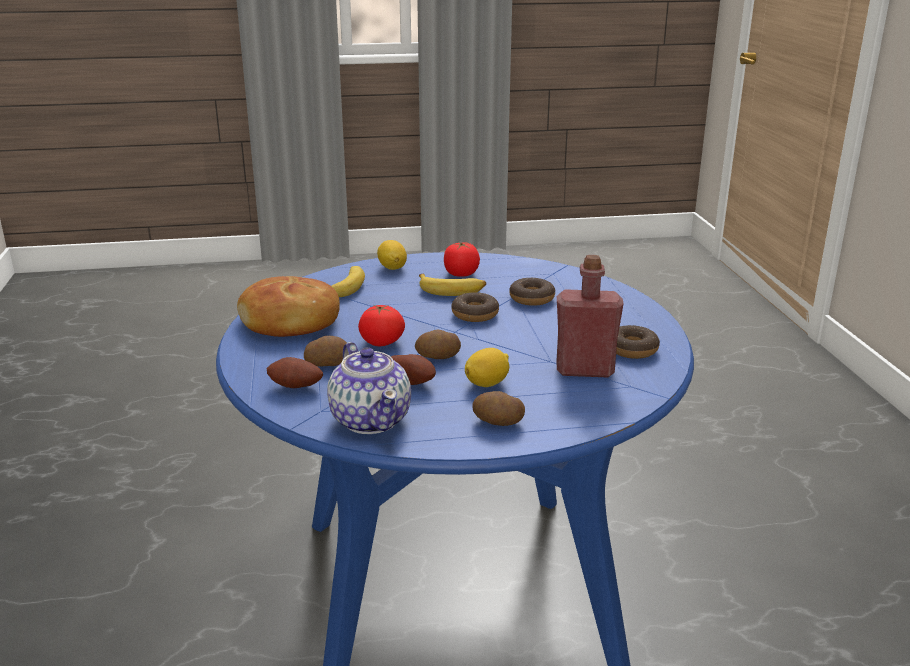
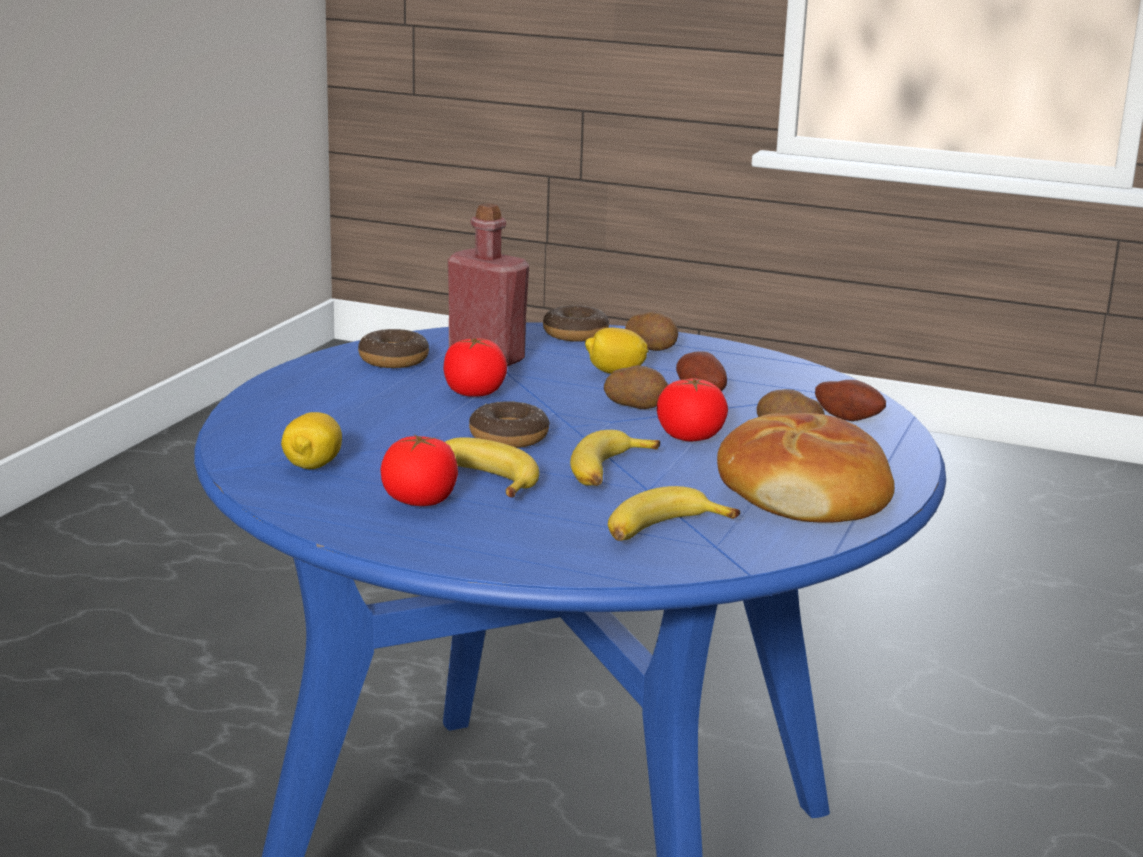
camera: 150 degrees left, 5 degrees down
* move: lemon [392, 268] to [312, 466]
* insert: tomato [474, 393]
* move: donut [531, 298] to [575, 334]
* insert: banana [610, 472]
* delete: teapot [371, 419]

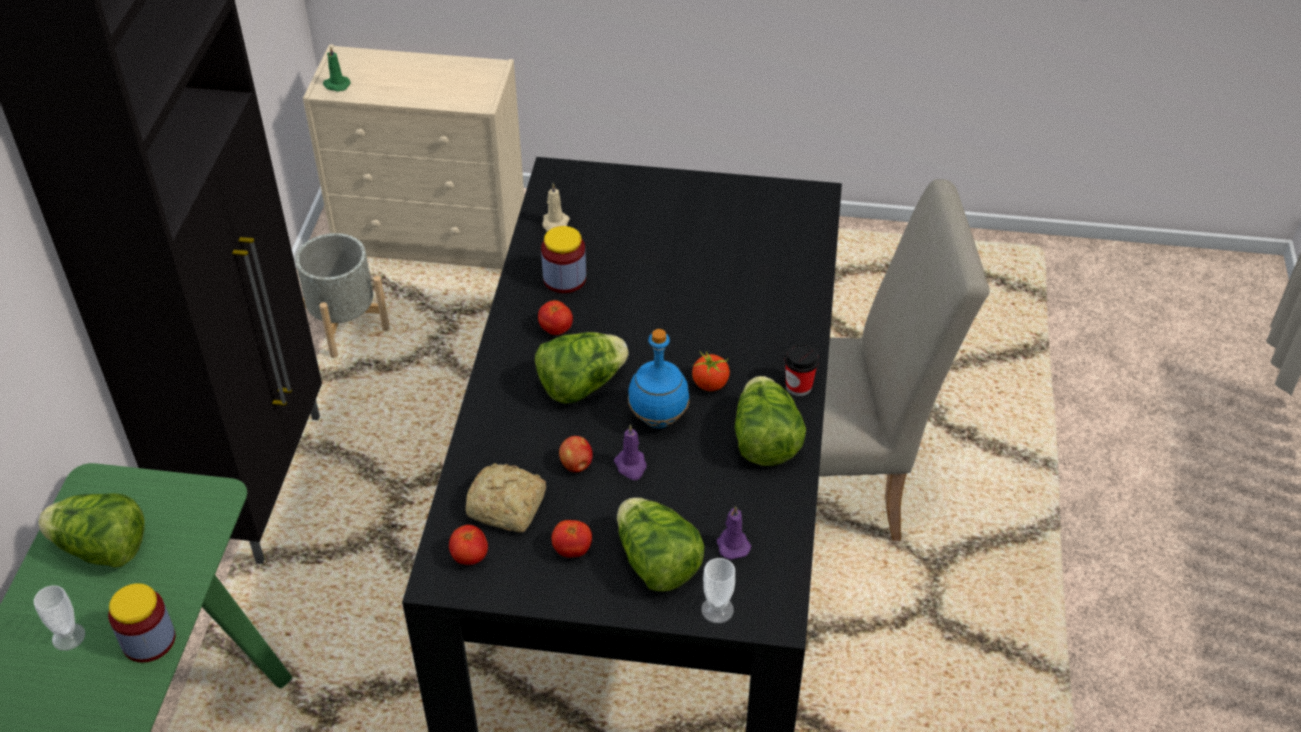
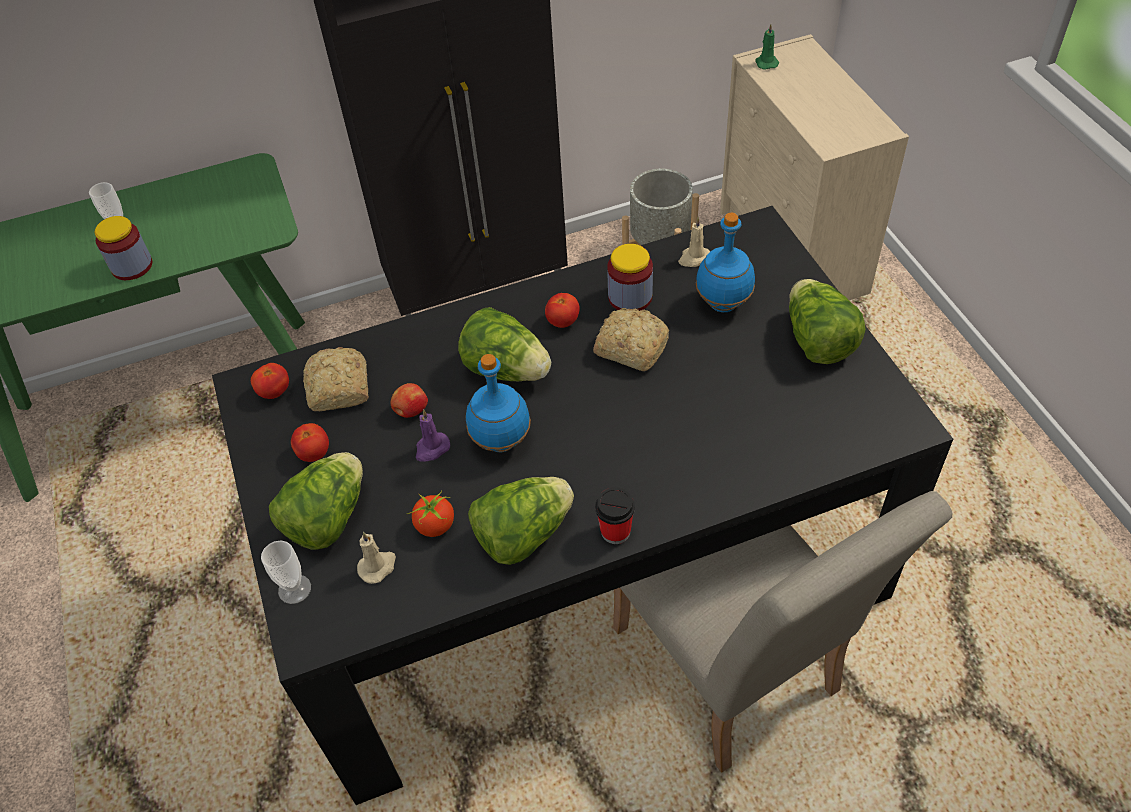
camera: 65 degrees right, 5 degrees up
* recolor: candle/purple [732, 544] to candle/beige [378, 566]
* move: tomato [710, 384] to [435, 526]
* insert: bread [630, 347]
* insert: bottle/blue [724, 304]
* move: lettuce [102, 549] to [817, 341]

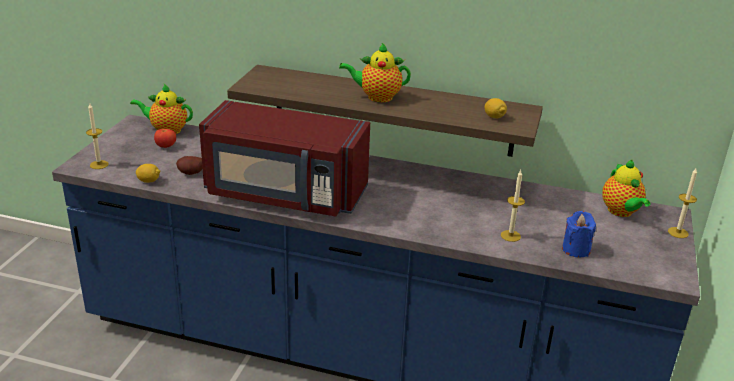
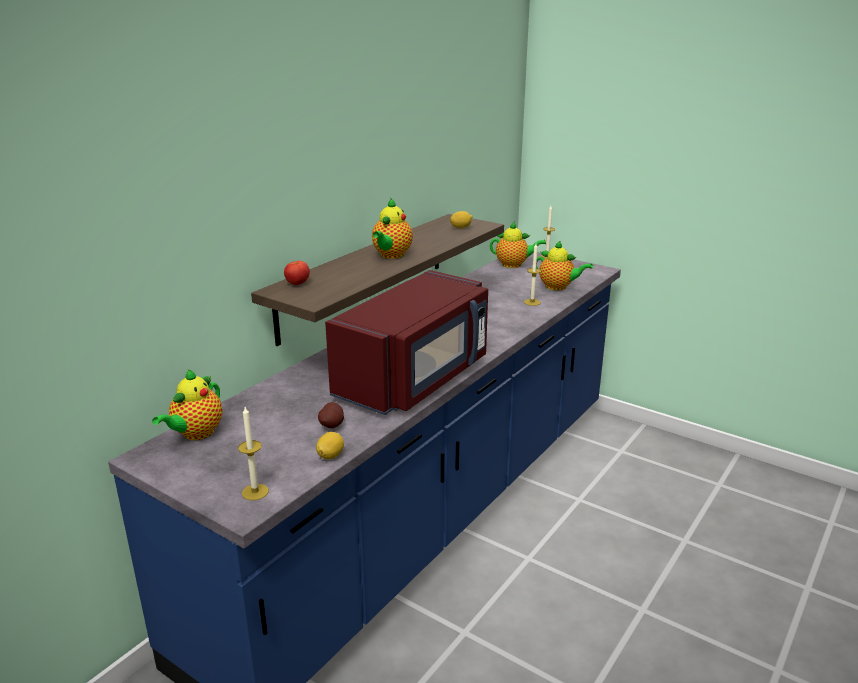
camera: 70 degrees left, 5 degrees down
* move: tomato [166, 146] to [297, 283]
* replace: candle/blue [576, 249] to teapot [558, 287]

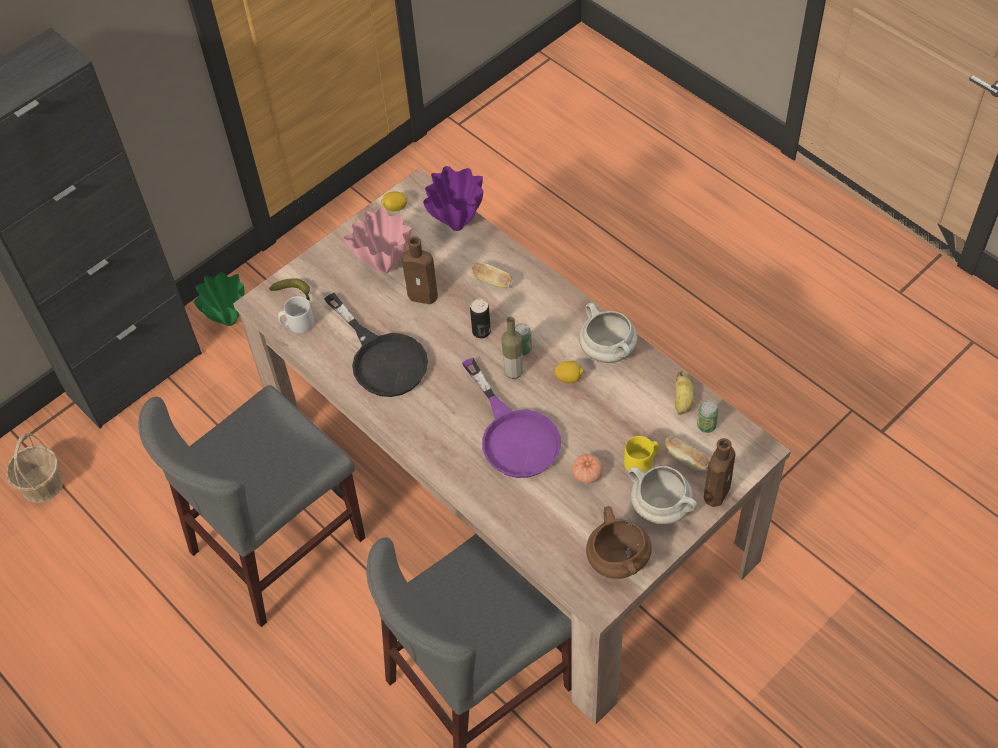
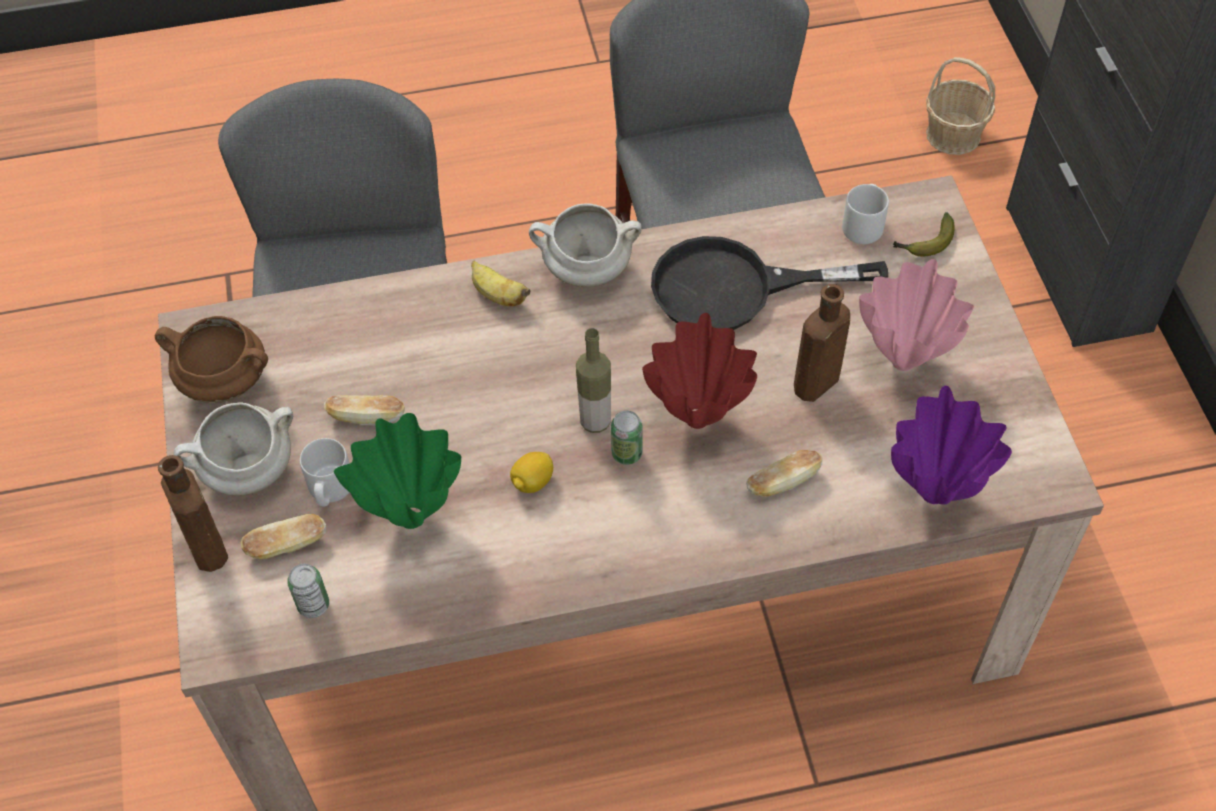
camera: 120 degrees right, 0 degrees up
* recolor: mug/yellow [641, 462] to mug/grey [329, 489]
* replace: tomato [587, 474] to bread [367, 417]
* move: vase/green [229, 320] to [413, 517]
* move: banana [682, 401] to [498, 295]
* move: cooking pot/white [608, 350] to [586, 270]
* replace: can [481, 331] to vase/red [697, 420]
* delete: lemon [395, 208]
* delete: frying pan/purple [514, 435]

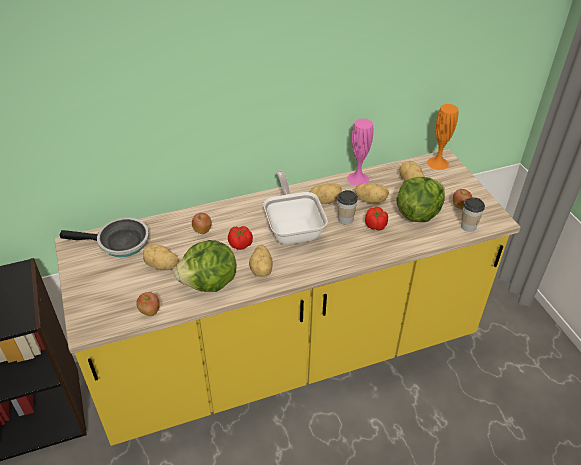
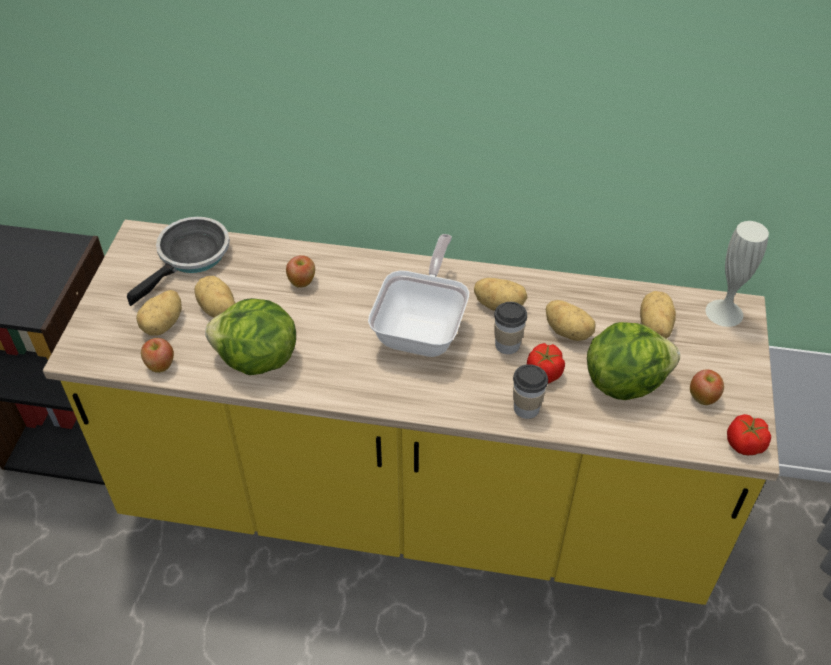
camera: 30 degrees right, 5 degrees up
* rotate: frying pan [119, 243] = [191, 257] 90 degrees counterclockwise
* move: potato [262, 269] to [164, 324]
* move: cup [468, 226] to [526, 408]
* recolor: vase/orange [437, 163] to vase/white [724, 313]
* move: tomato [240, 244] to [745, 444]
* delete: vase/pink [358, 178]

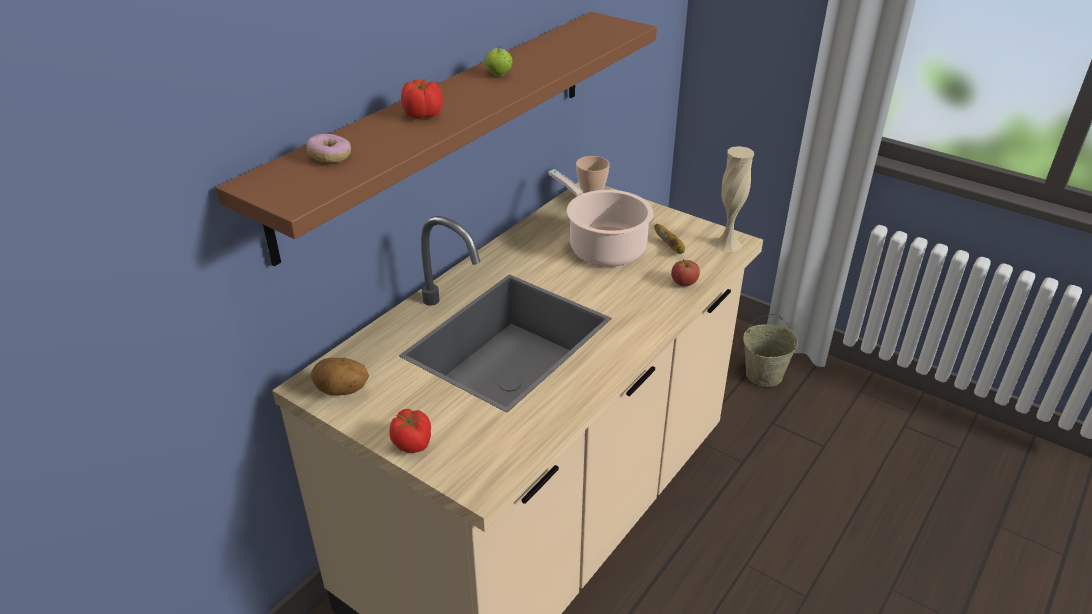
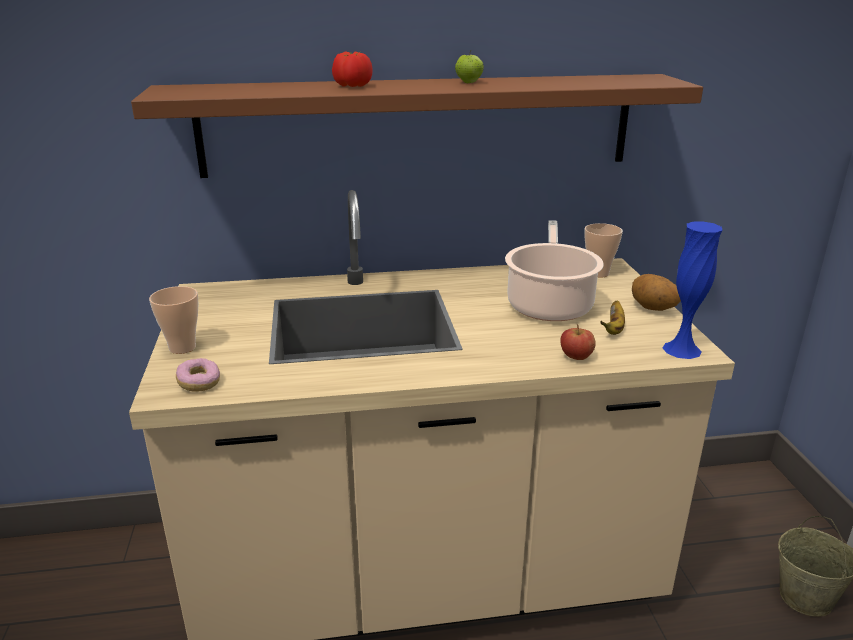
camera: 45 degrees right, 10 degrees down
* replace: tomato [412, 443] to cup [182, 348]
* move: donut [330, 157] to [199, 383]
* move: potato [342, 391] to [652, 309]
* recolor: vase/beige [727, 244] to vase/blue [681, 349]

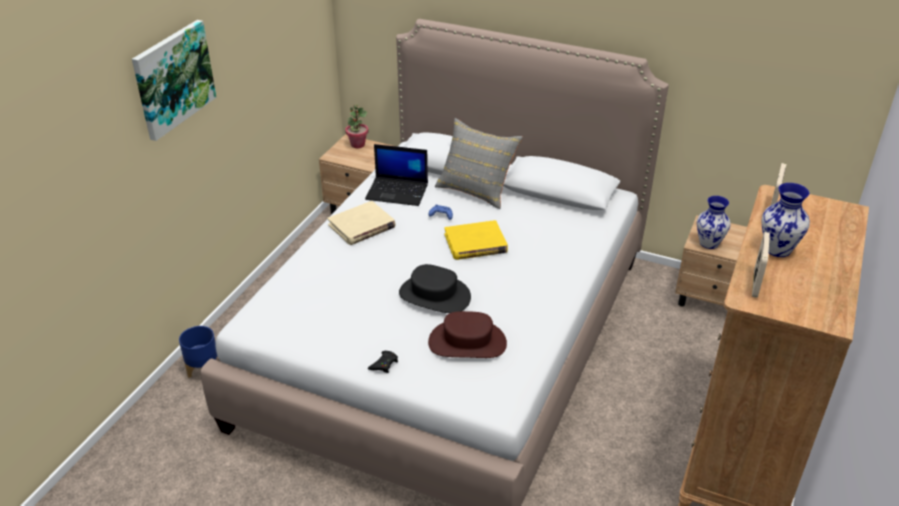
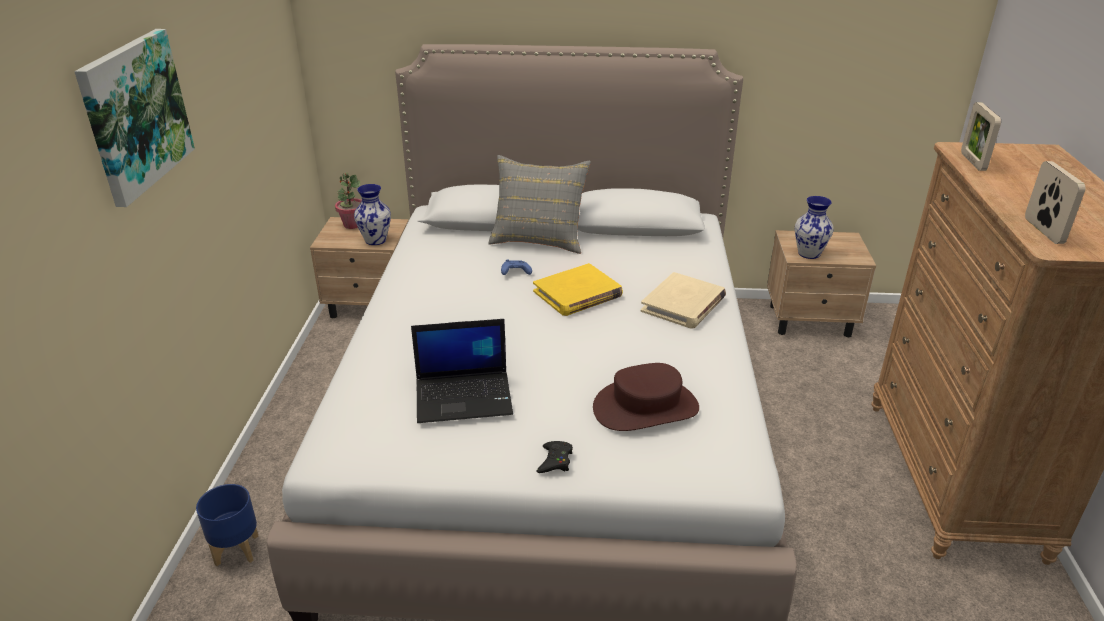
camera: 20 degrees left, 5 degrees down
* move: vase [777, 249] to [375, 240]
* move: laptop [398, 191] to [465, 396]
* move: book/beige [362, 226] to [683, 304]
* delete: hat/black [434, 295]

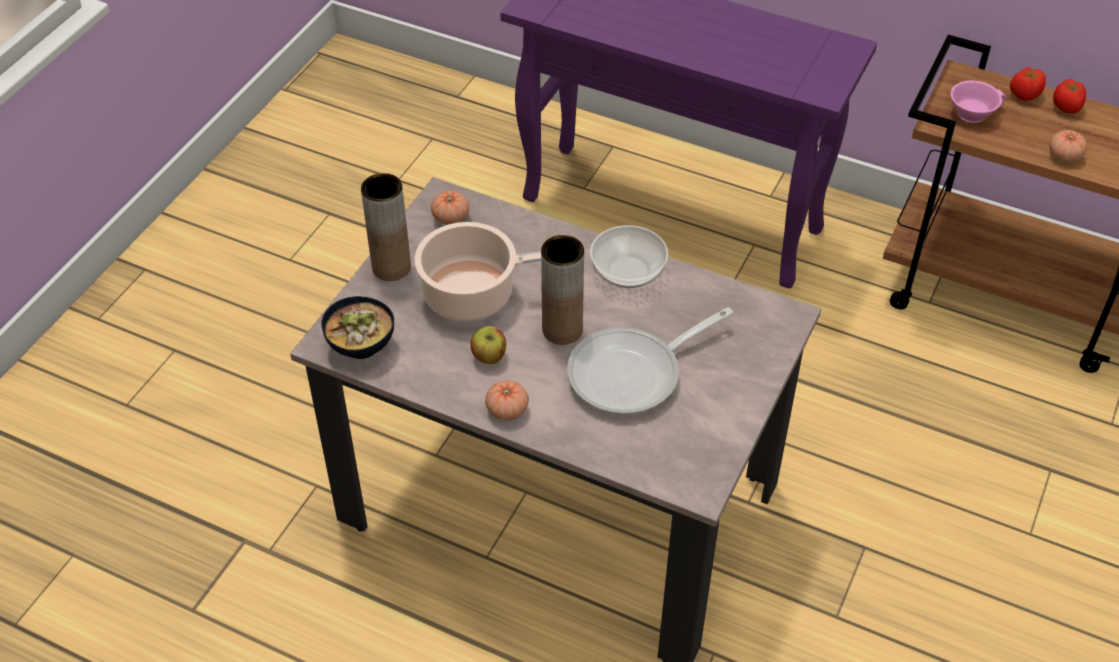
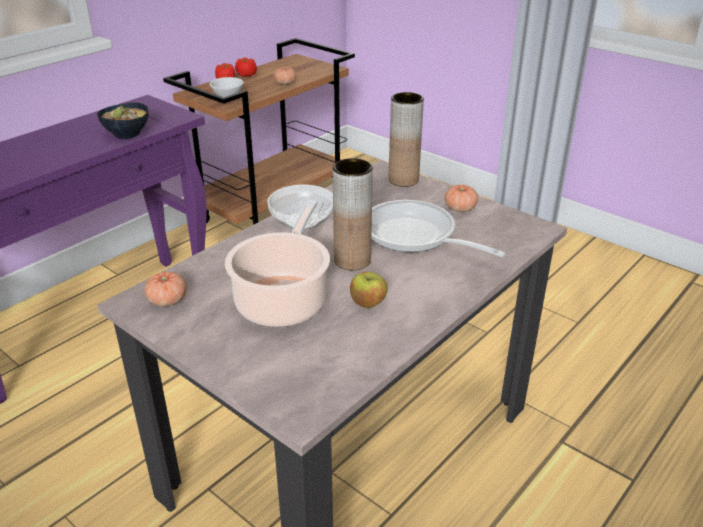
camera: 75 degrees left, 15 degrees down
* move: bowl [361, 344] to [126, 134]
* recolor: cup/pink [972, 111] to cup/white [226, 96]
* rotate: frying pan [633, 374] = [415, 236] 150 degrees clockwise
* move: vase/brown [391, 267] to [403, 180]
* move: tomato [507, 410] to [460, 208]

